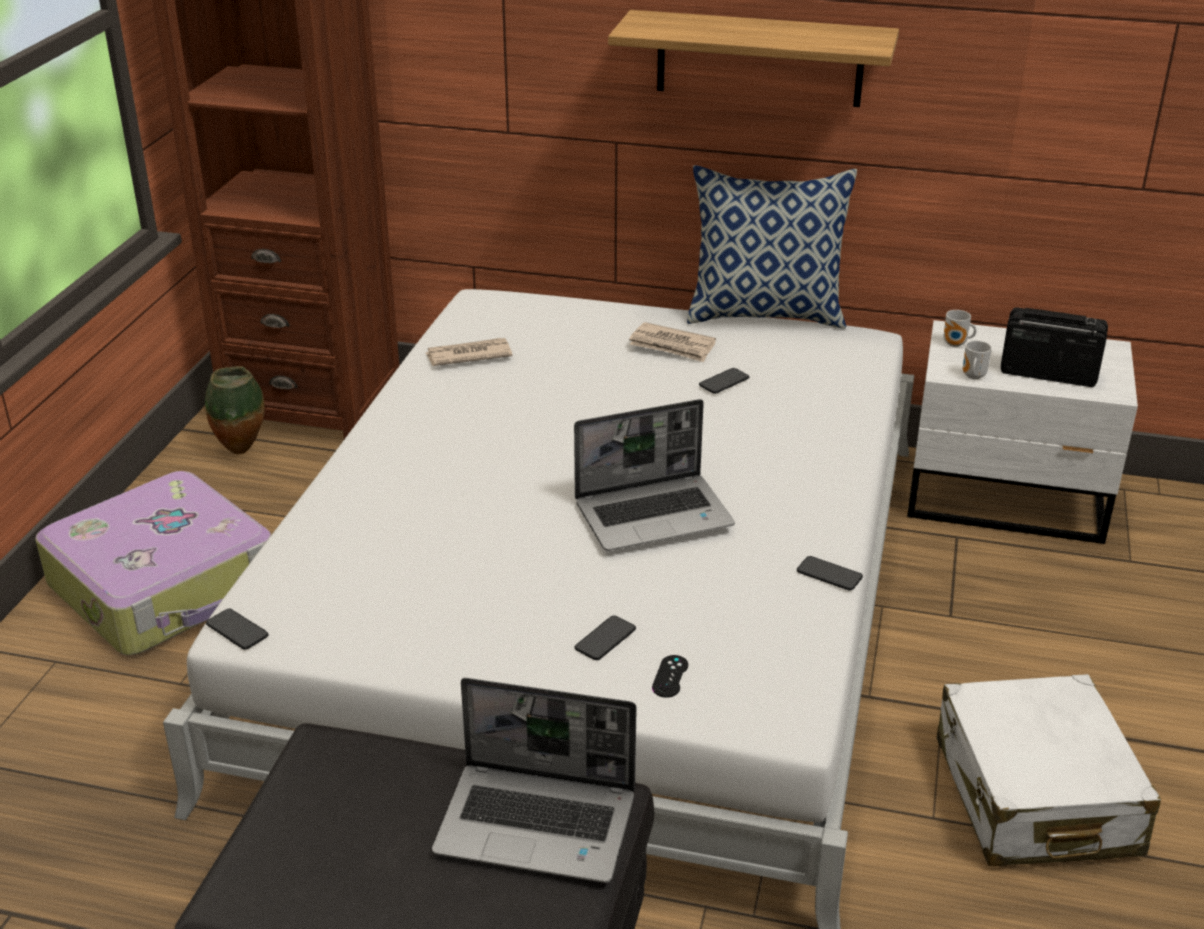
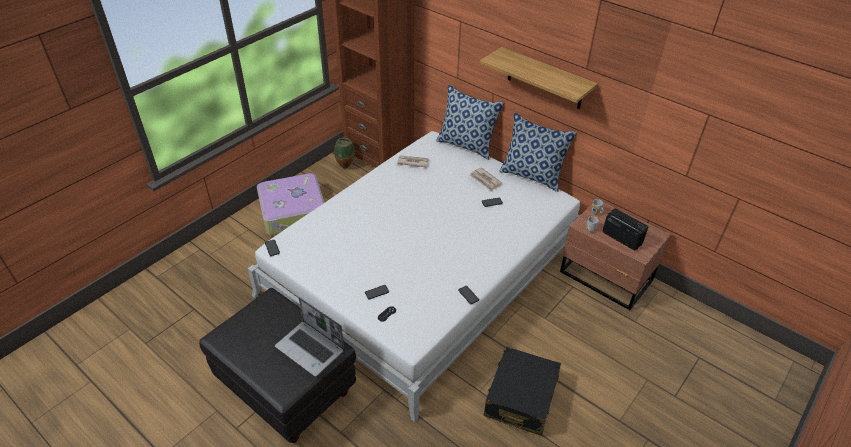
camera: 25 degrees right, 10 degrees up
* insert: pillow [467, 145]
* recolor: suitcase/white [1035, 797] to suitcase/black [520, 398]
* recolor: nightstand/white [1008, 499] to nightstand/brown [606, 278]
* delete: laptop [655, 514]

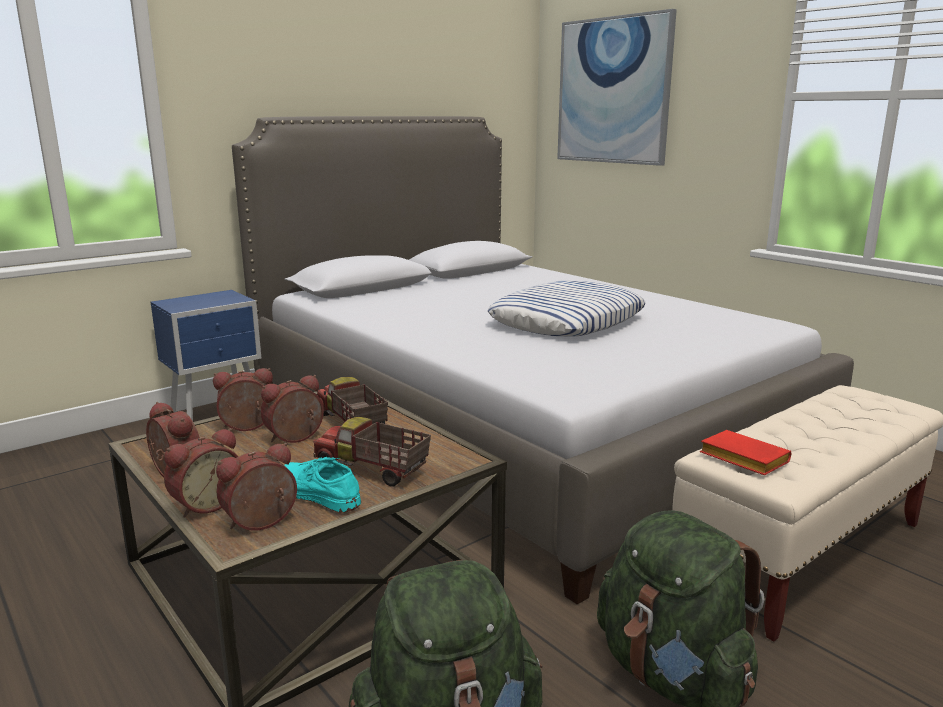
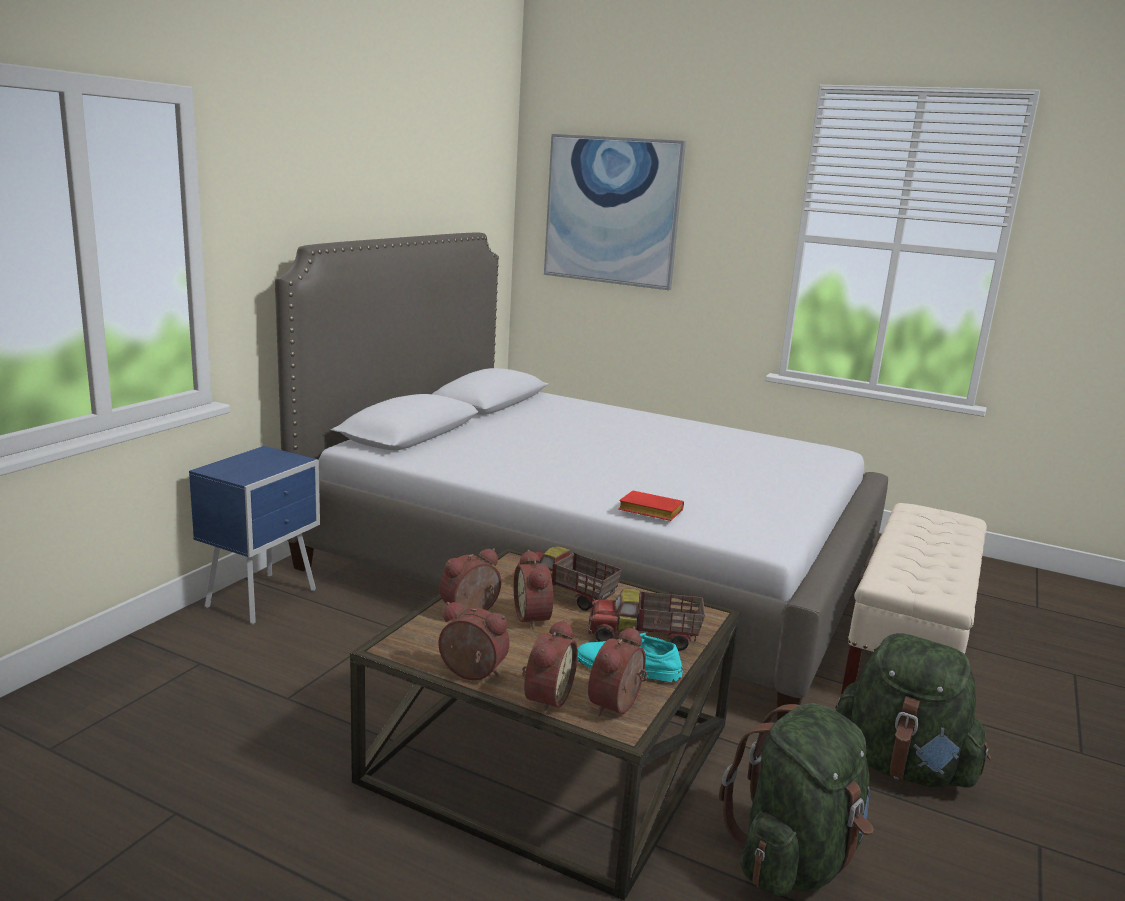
camera: 25 degrees left, 0 degrees up
* rotate: alarm clock [295, 439] = [535, 617] 45 degrees counterclockwise
* move: book/red [740, 459] to [648, 511]
* delete: pillow [567, 321]

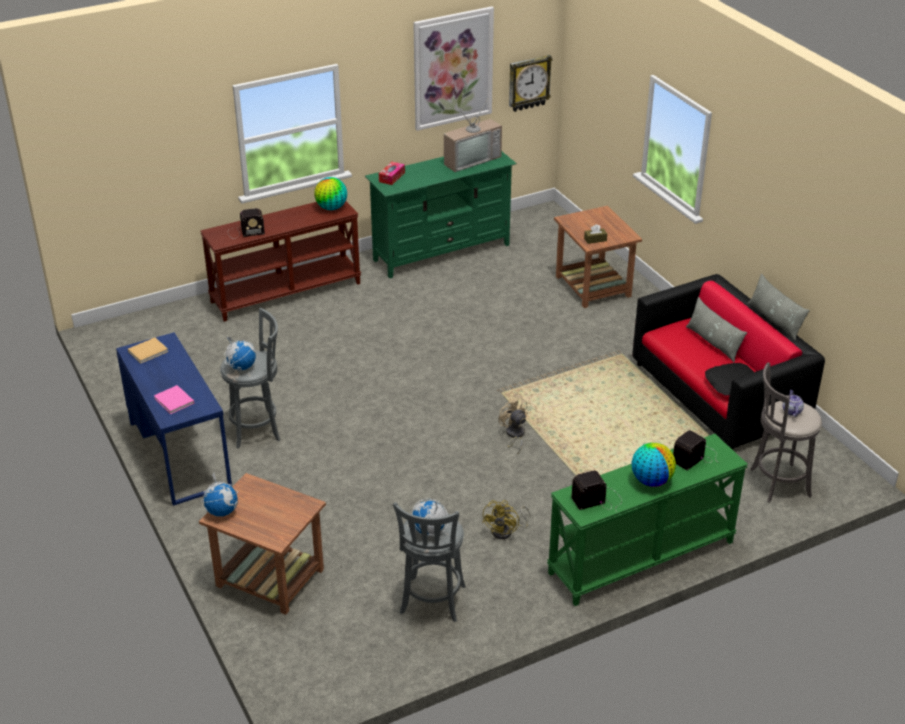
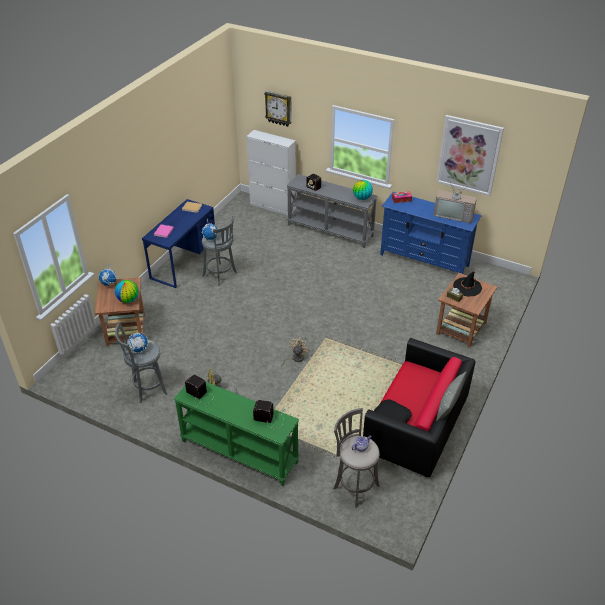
camera: 55 degrees right, 5 degrees up
* move: globe [651, 481] to [128, 300]
* insert: cabinet/white [273, 206]
* move: wall clock [528, 83] to [279, 108]
* recolor: console table/brown [286, 292] to console table/grey [330, 230]
* recolor: tv stand/green [441, 252] to tv stand/blue [424, 260]
* insert: hat/black [467, 287]
* delete: pillow/grey [713, 343]

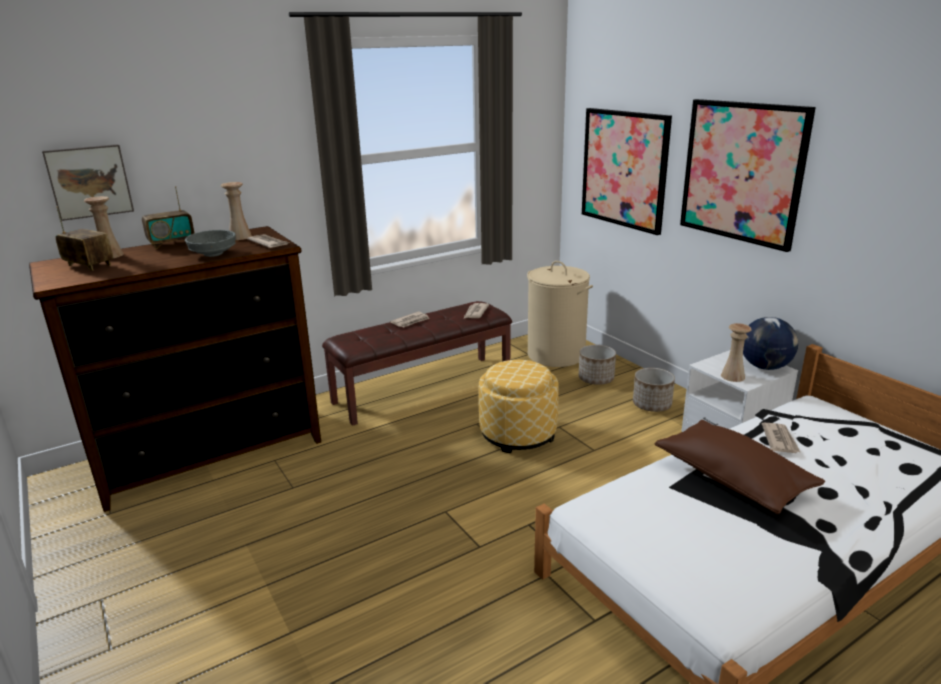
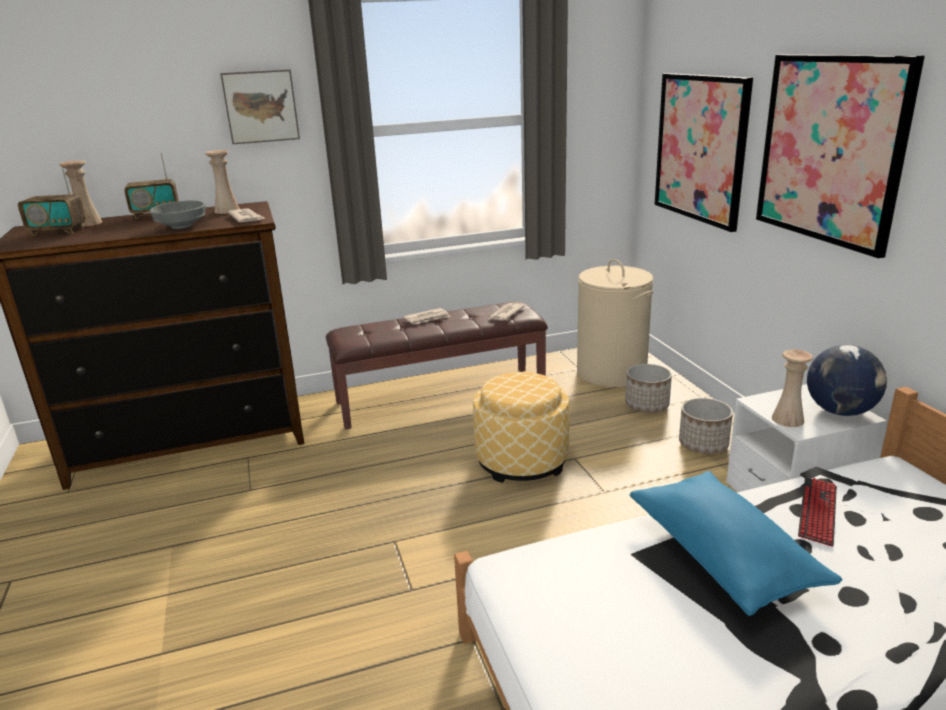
camera: 15 degrees right, 0 degrees up
* rotate: radio [89, 265] = [58, 232] 135 degrees clockwise
* move: picture [89, 181] to [260, 106]
* recolor: pillow/brown [732, 479] to pillow/blue [723, 557]
* replace: newspaper [780, 440] to keyboard [817, 512]

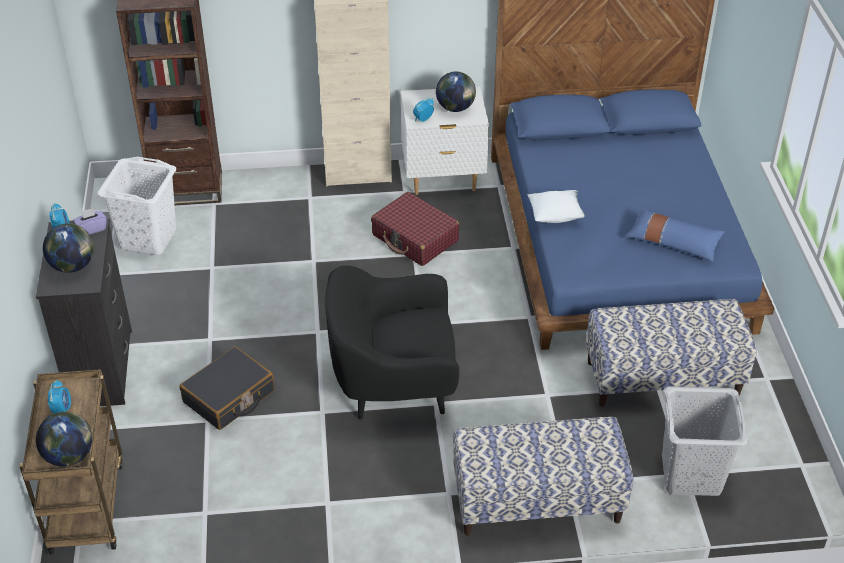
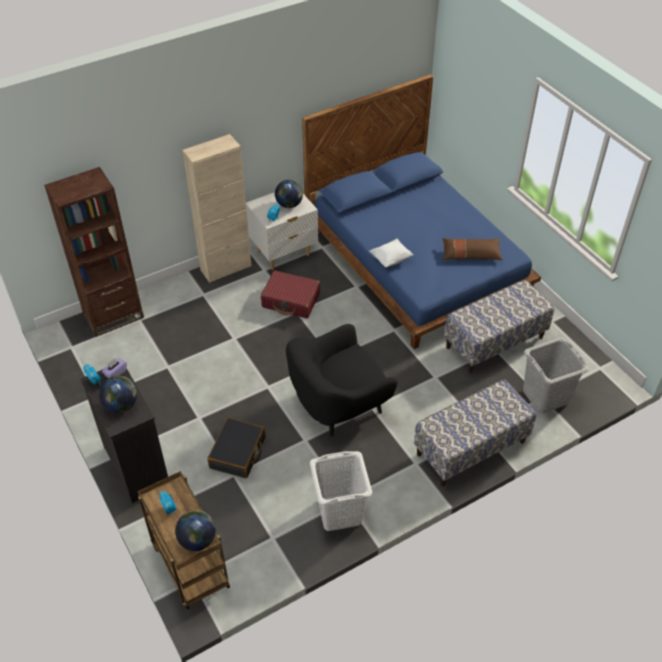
camera: 25 degrees left, 5 degrees up
* move: laundry basket/white [148, 238] to [340, 511]
* recolor: pillow/blue [673, 242] to pillow/brown [470, 254]

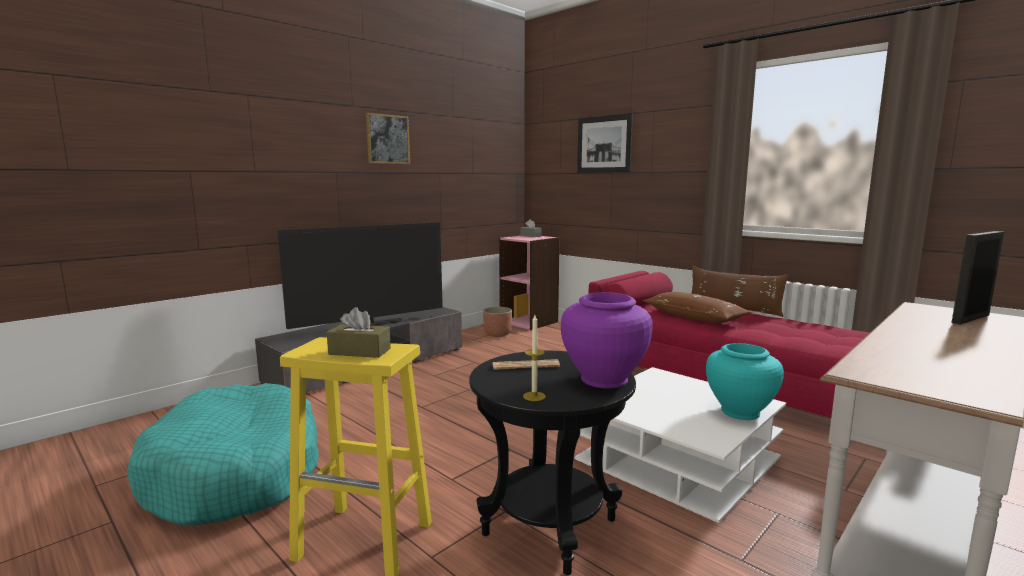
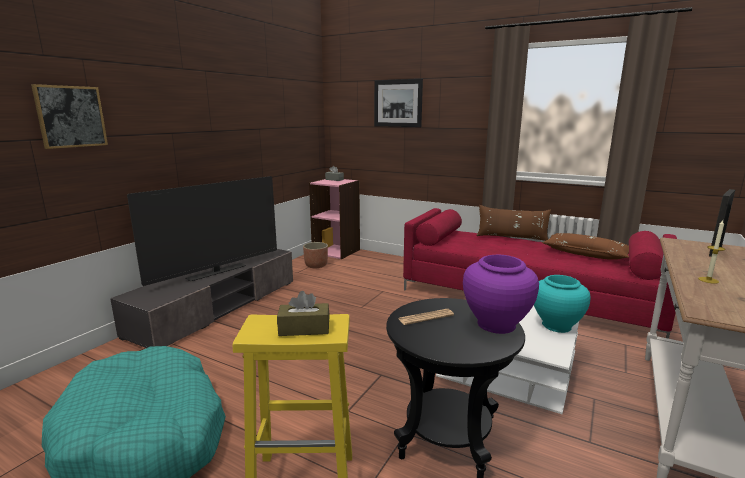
camera: 15 degrees left, 5 degrees up
* move: picture [387, 139] to [71, 116]
* move: pillow/brown [694, 317] to [585, 254]
* move: candle [534, 396] to [708, 280]

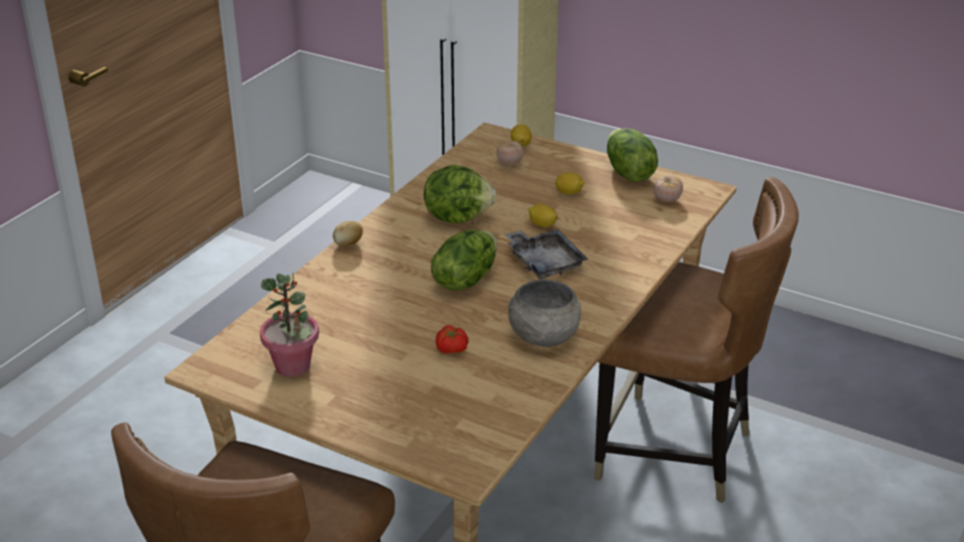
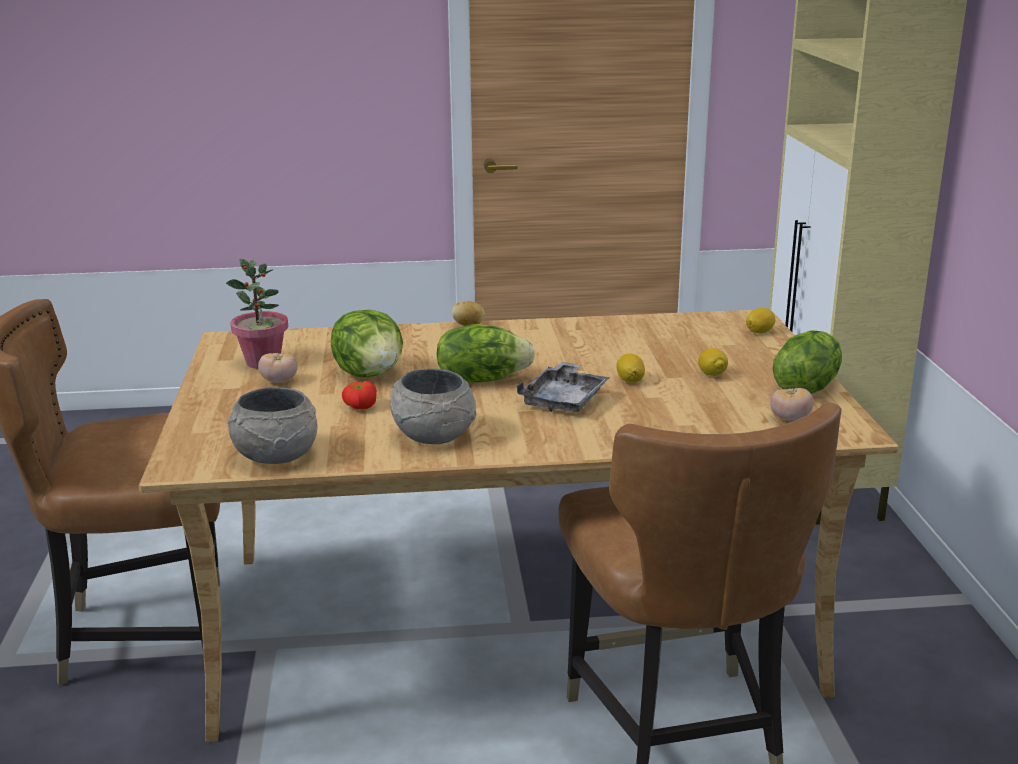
camera: 55 degrees right, 10 degrees down
* insert: bowl/grey [275, 456]
* move: tomato [509, 163] to [279, 381]
* move: lettuce [457, 217] to [370, 373]

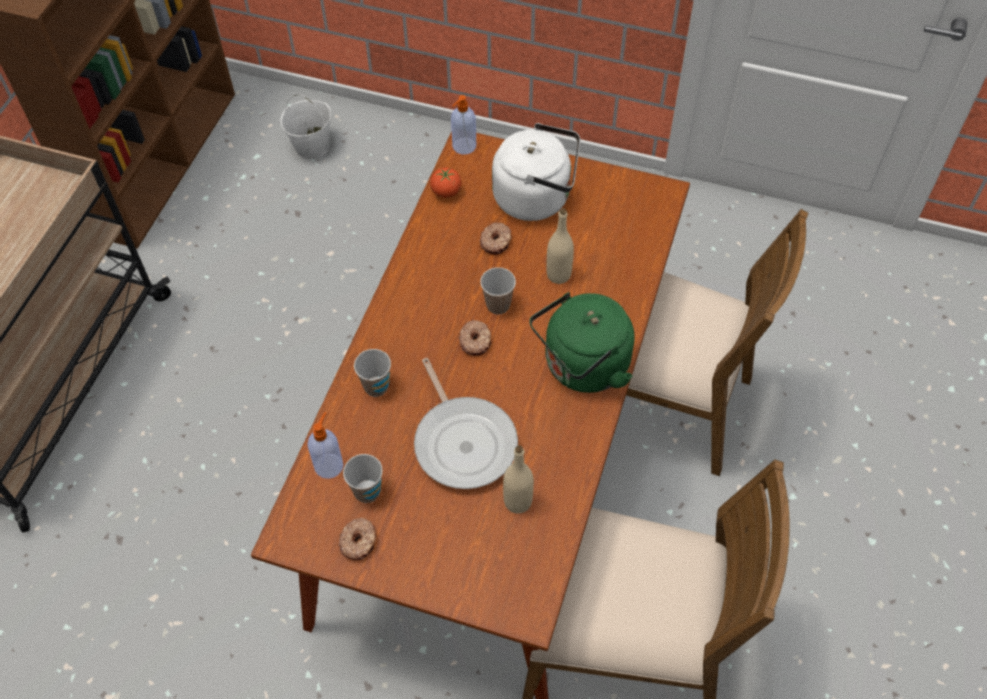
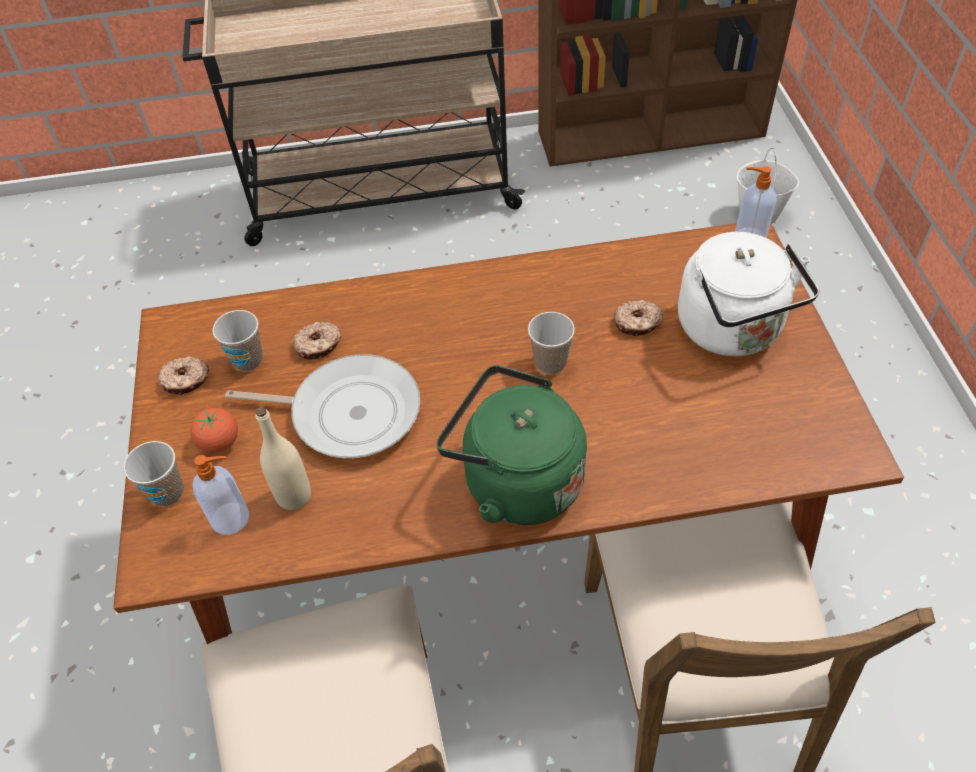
camera: 65 degrees right, 5 degrees down
* move: cup [376, 386] to [167, 493]
* move: tomato [446, 192] to [219, 442]
* move: soap dispenser [329, 465] to [232, 518]
* rotate: frying pan [463, 441] = [349, 412] 120 degrees counterclockwise
* move: donut [475, 341] to [318, 345]
* delete: bottle/beige [558, 275]

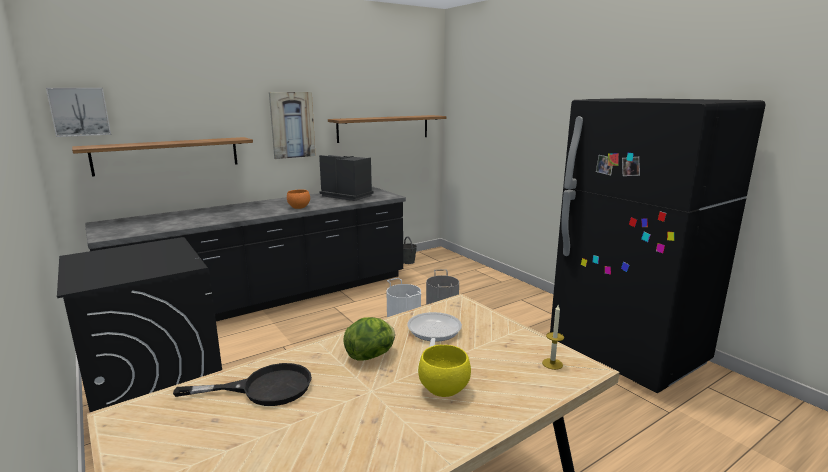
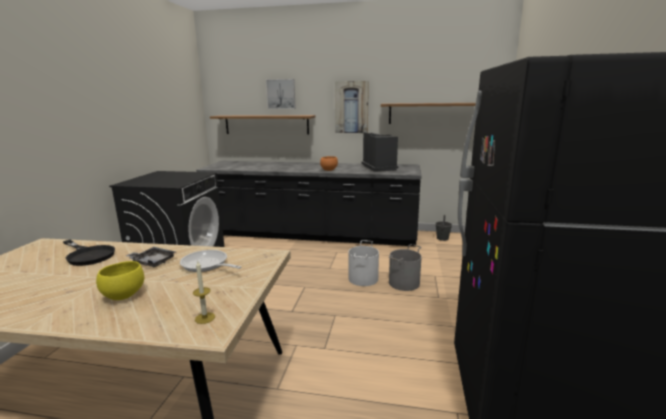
camera: 45 degrees right, 0 degrees up
* replace: lettuce [371, 356] to tray/grey [152, 262]
* rotate: frying pan [433, 333] = [207, 265] 105 degrees counterclockwise
* move: picture [79, 111] to [281, 94]

